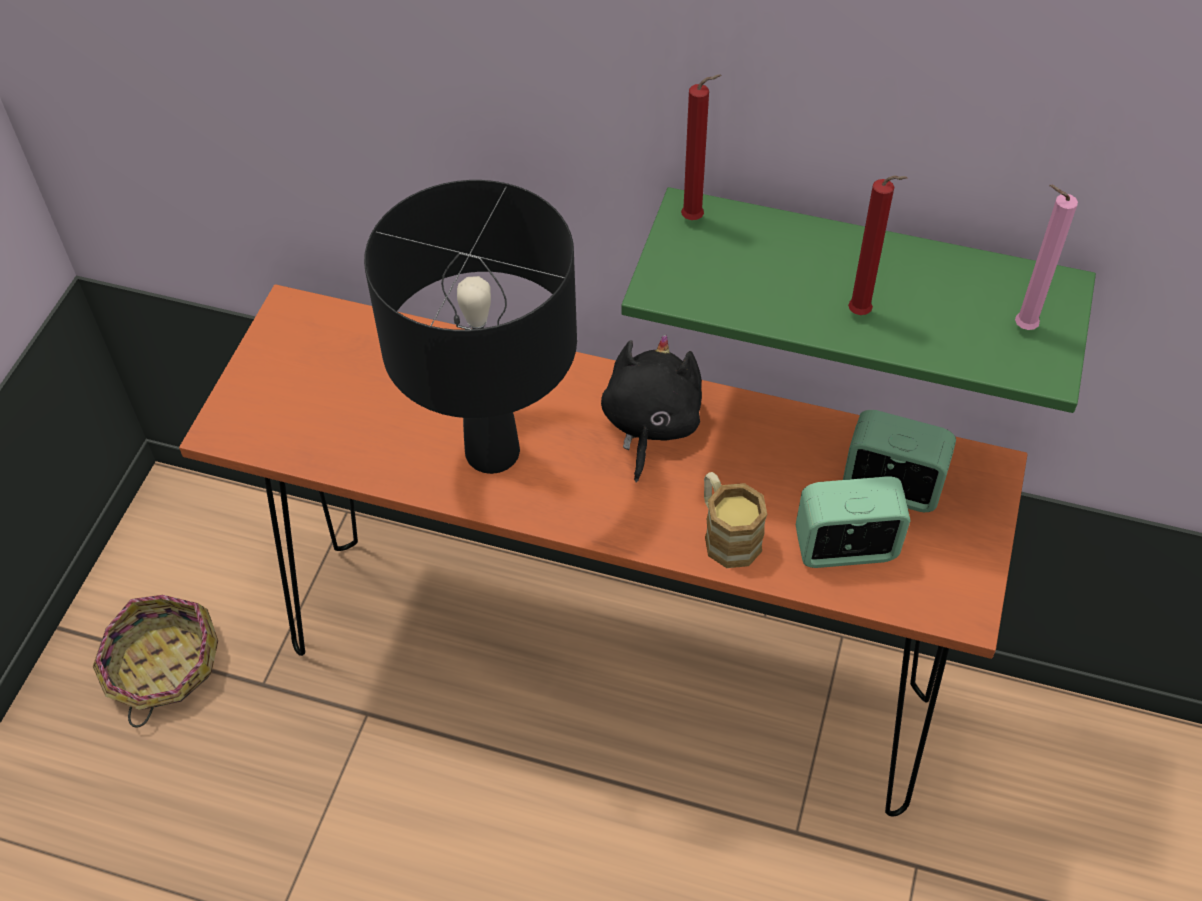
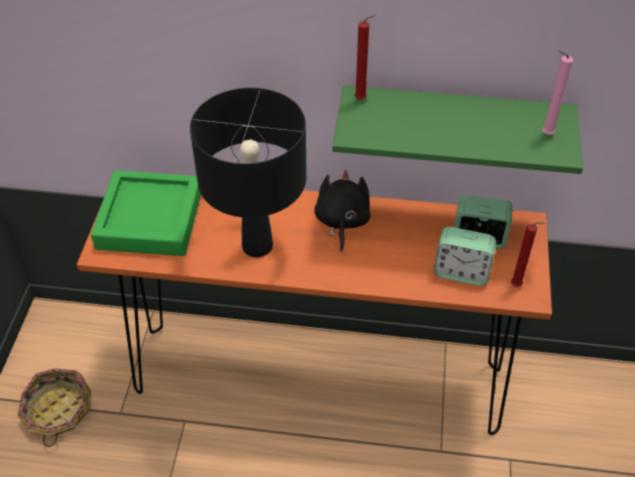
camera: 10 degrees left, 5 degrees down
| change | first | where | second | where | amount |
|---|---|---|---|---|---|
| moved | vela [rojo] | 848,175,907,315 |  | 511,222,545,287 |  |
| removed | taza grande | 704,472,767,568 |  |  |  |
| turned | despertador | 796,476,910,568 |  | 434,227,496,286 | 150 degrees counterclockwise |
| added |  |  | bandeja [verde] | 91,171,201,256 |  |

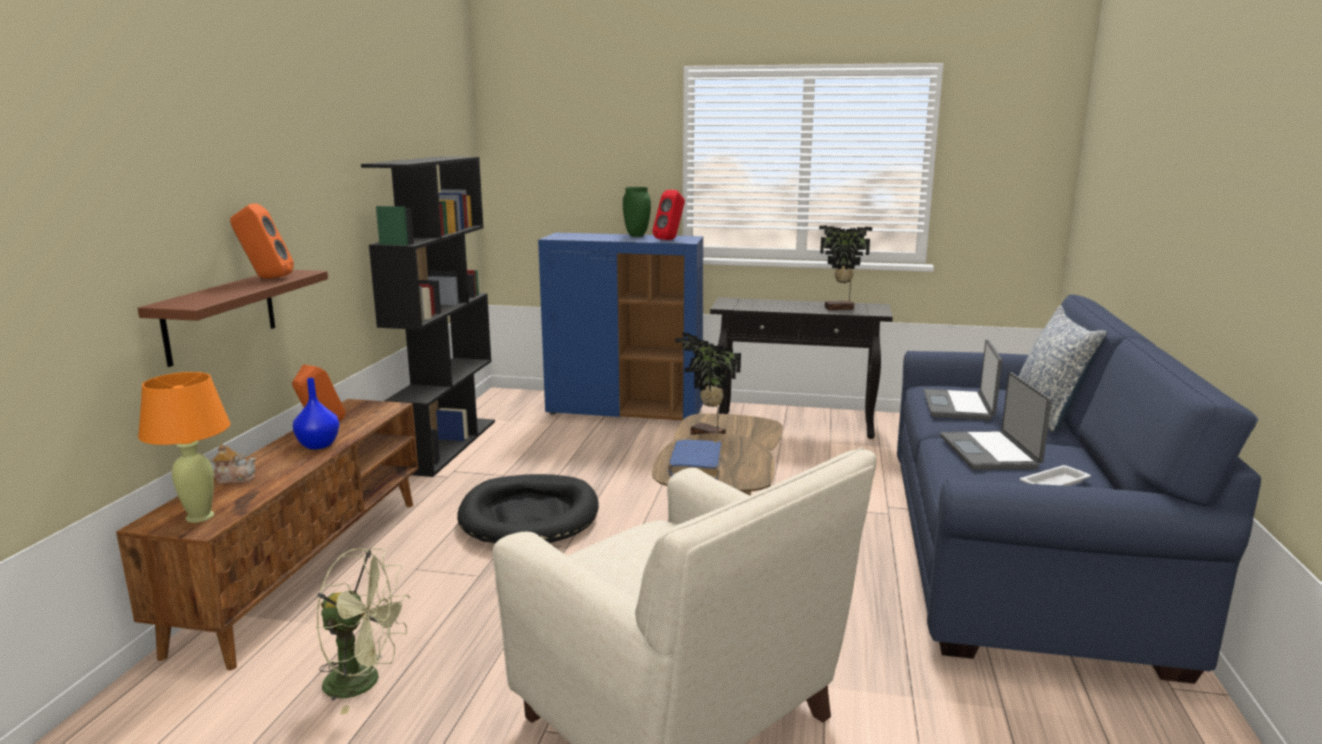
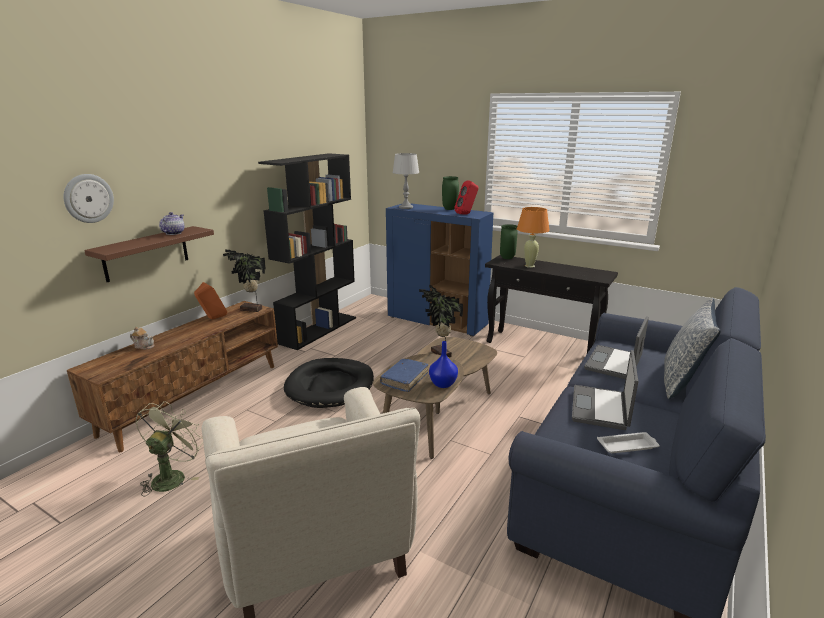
camera: 20 degrees right, 5 degrees up
| change | first | where | second | where | amount |
|---|---|---|---|---|---|
| replaced | altavoz [naranja] | 230,203,294,279 | tetera | 159,212,184,235 |  |
| moved | planta en maceta | 819,226,872,310 |  | 223,250,266,312 |  |
| moved | lámpara de mesa [naranja] | 138,372,230,523 |  | 517,207,550,268 |  |
| moved | florero [azul] | 293,378,339,449 |  | 429,341,458,388 |  |
| turned | ventilador [verde] | 316,548,410,715 |  | 135,401,203,496 | 105 degrees counterclockwise |
| added |  |  | lámpara de mesa [gris] | 393,153,419,209 |  |
| added |  |  | reloj de pared | 63,174,114,223 |  |
| added |  |  | florero [verde] | 500,224,518,259 |  |

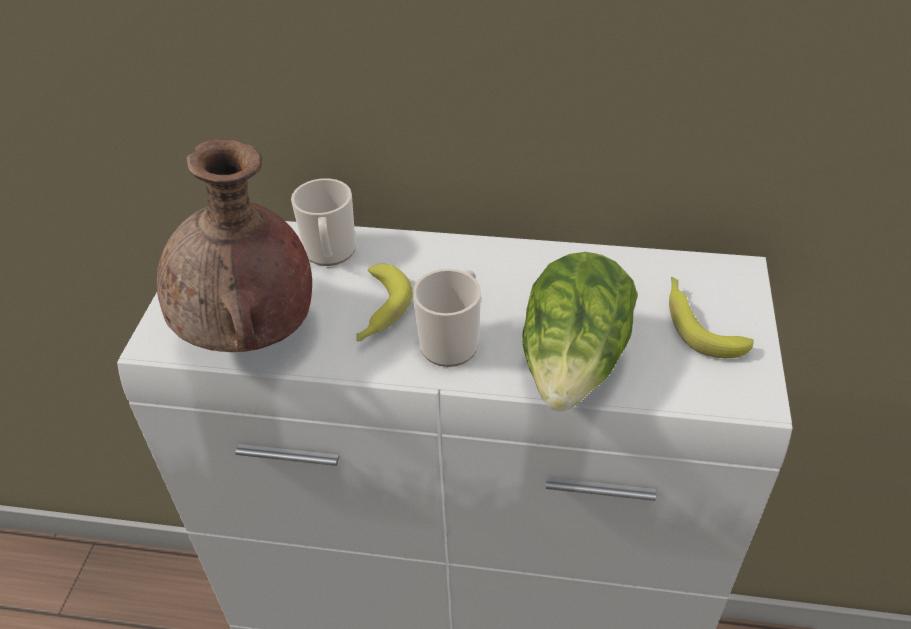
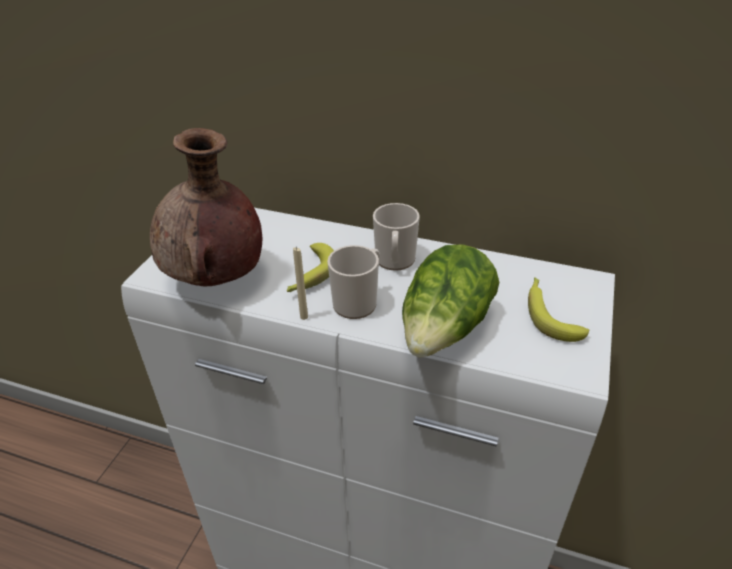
camera: 10 degrees right, 5 degrees down
| change | first | where | second | where | amount |
|---|---|---|---|---|---|
| moved | taza grande | 291,178,356,266 |  | 373,203,420,271 |  |
| added |  |  | vela [beis] | 293,247,308,320 |  |

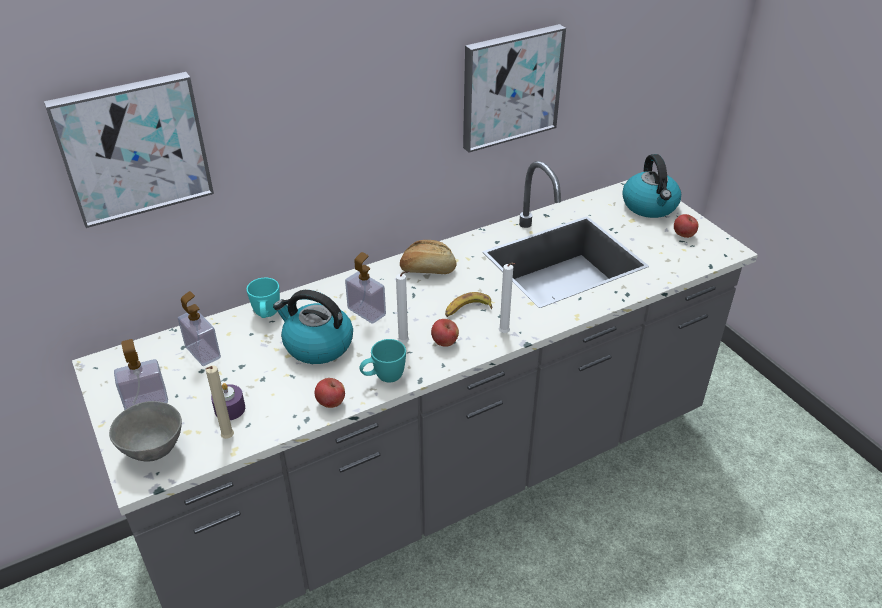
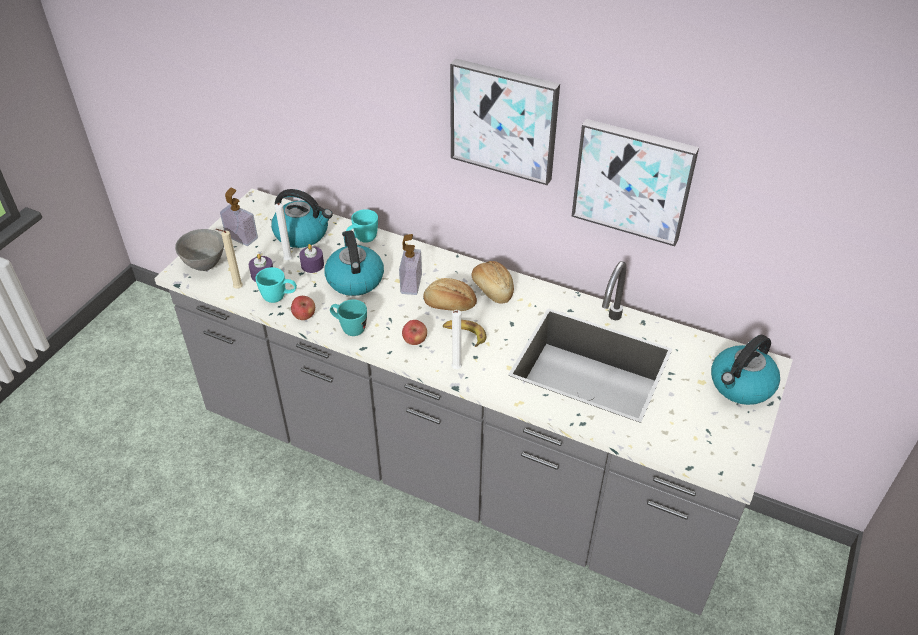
camera: 55 degrees right, 5 degrees up
| change | first | where | second | where | amount |
|---|---|---|---|---|---|
| moved | cuadro | 44,72,214,228 |  | 450,58,560,185 |  |
| removed | manzana | 674,214,698,238 |  |  |  |
| moved | vela [blanco] | 396,271,410,343 |  | 275,203,293,260 |  |
| replaced | dispensador de jabón | 178,291,221,366 | hervidor | 271,189,333,248 |  |
| added |  |  | vela [morado] | 299,244,324,273 |  |
| added |  |  | taza grande [turquesa] | 256,267,297,303 |  |
| added |  |  | pan | 423,278,477,311 |  |

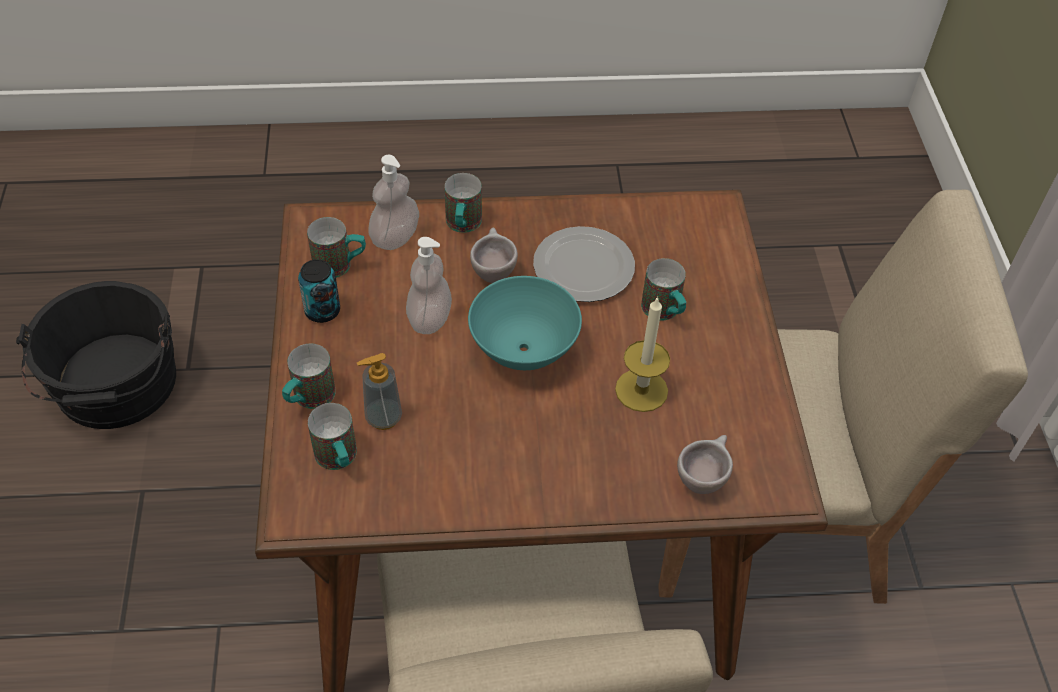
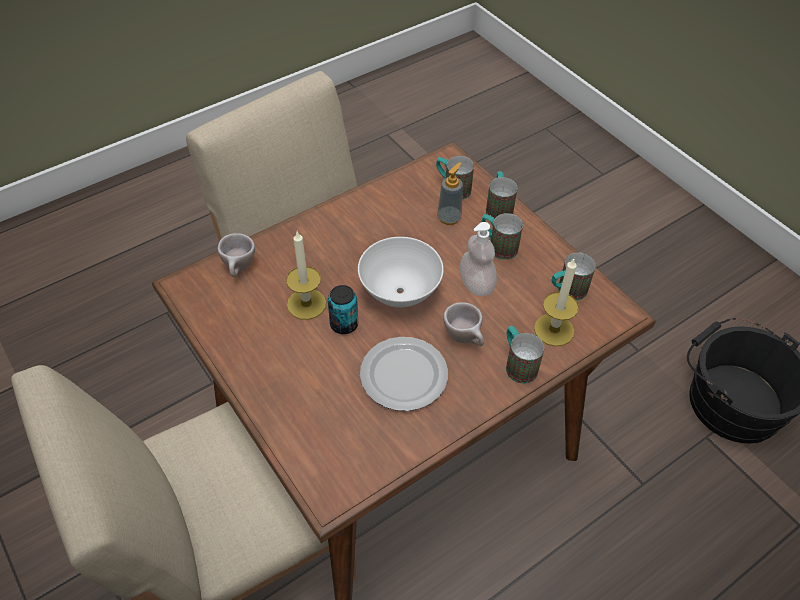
camera: 150 degrees right, 0 degrees up
| change | first | where | second | where | amount |
|---|---|---|---|---|---|
| replaced | dispensador de jabón | 368,155,419,250 | vela | 534,259,579,346 |  |
| moved | taza grande | 641,258,687,321 |  | 481,213,523,260 |  |
| moved | lata | 298,259,340,323 |  | 328,285,358,334 |  |
| recoloured | cuenco [turquesa] | 468,276,582,370 | cuenco [blanco] | 358,237,444,307 |  |

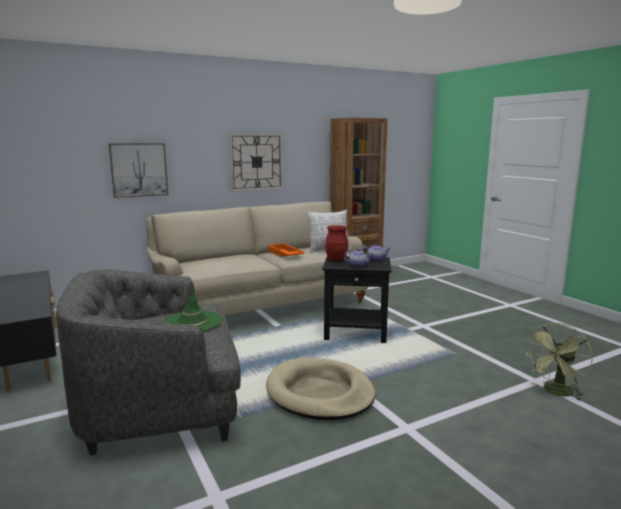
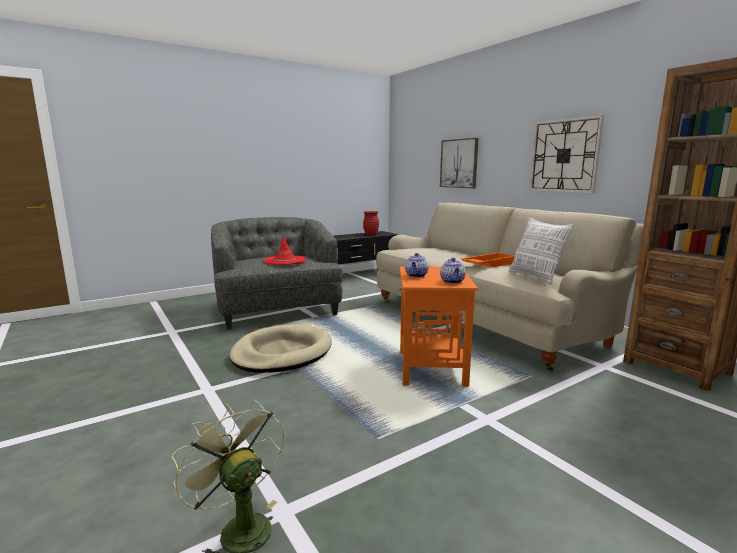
camera: 85 degrees right, 0 degrees up
| change | first | where | second | where | amount |
|---|---|---|---|---|---|
| moved | florero [rojo] | 325,225,348,262 |  | 363,211,379,236 |  |
| recoloured | mesa auxiliar [negro] | 322,256,392,343 | mesa auxiliar [naranja] | 399,267,478,387 |  |
| recoloured | sombrero [verde] | 162,289,222,332 | sombrero [rojo] | 263,235,306,265 |  |

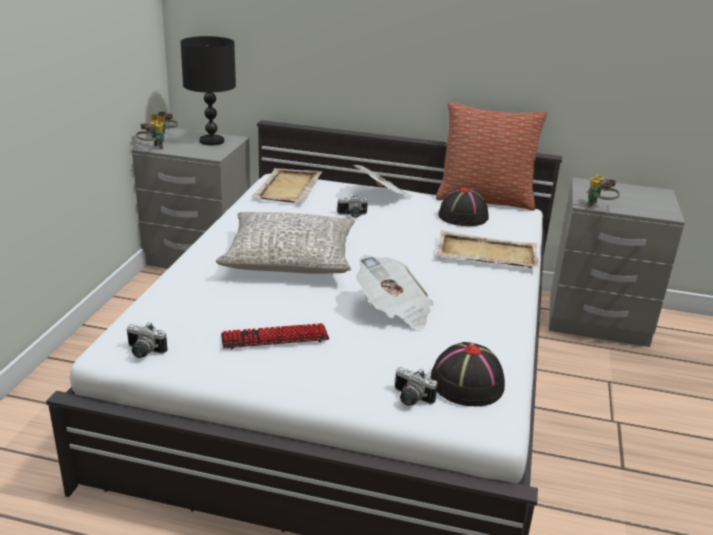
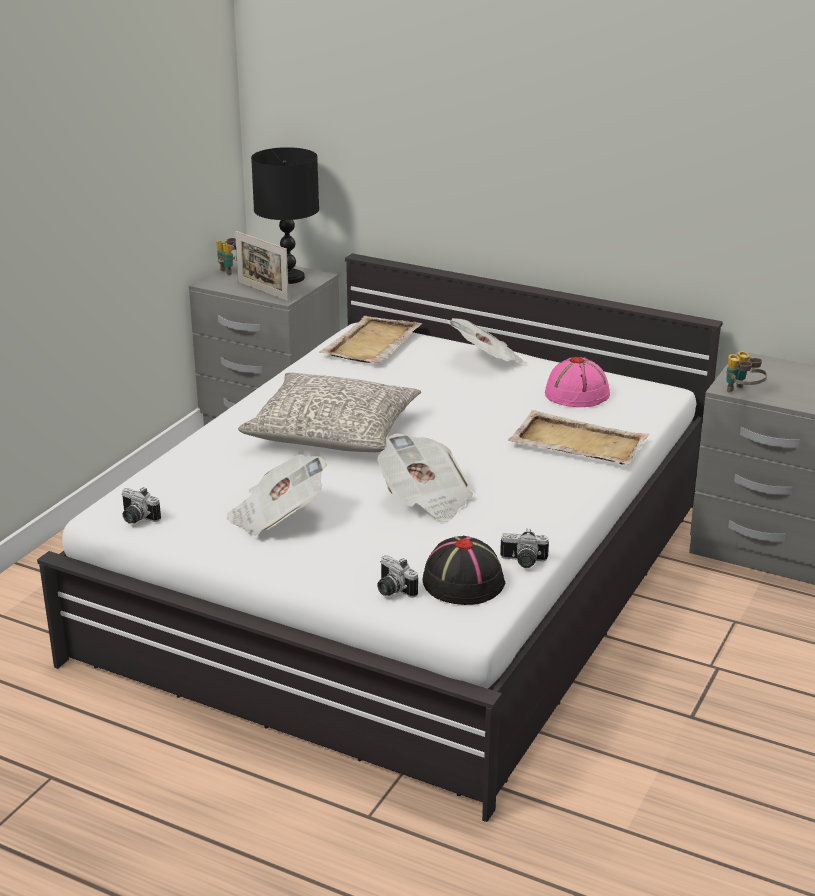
camera: 15 degrees right, 0 degrees up
| change | first | where | second | where | amount |
|---|---|---|---|---|---|
| removed | cojín | 436,102,547,211 |  |  |  |
| removed | prismáticos | 136,120,165,149 |  |  |  |
| recoloured | sombrero [negro] | 438,188,489,226 | sombrero [rosa] | 545,357,610,407 |  |
| moved | cámara | 337,194,368,218 |  | 500,528,549,568 |  |
| replaced | teclado | 221,323,329,349 | periódico | 227,454,327,536 |  |
| added |  |  | portarretratos | 235,231,289,301 |  |

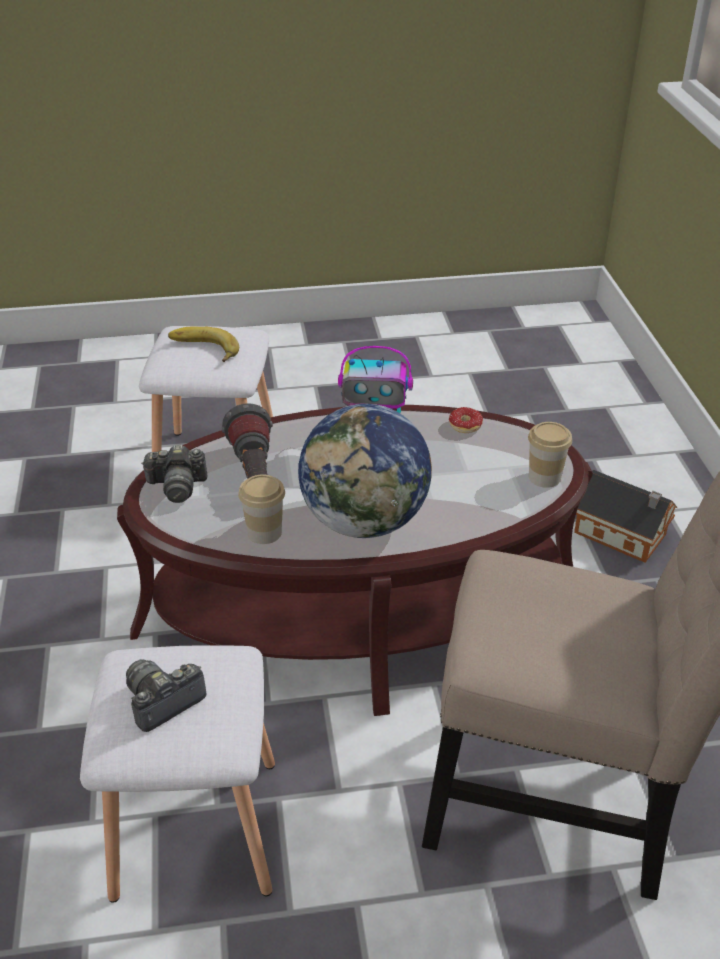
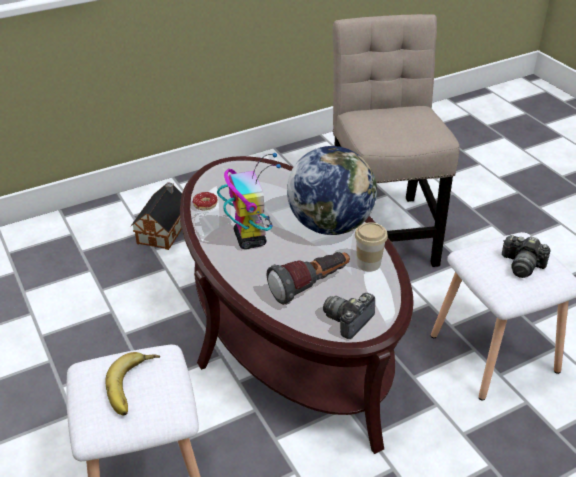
camera: 110 degrees left, 0 degrees up
| change | first | where | second | where | amount |
|---|---|---|---|---|---|
| removed | taza | 528,422,572,488 |  |  |  |
| turned | cámara | 141,445,207,503 |  | 323,293,375,339 | 120 degrees counterclockwise |

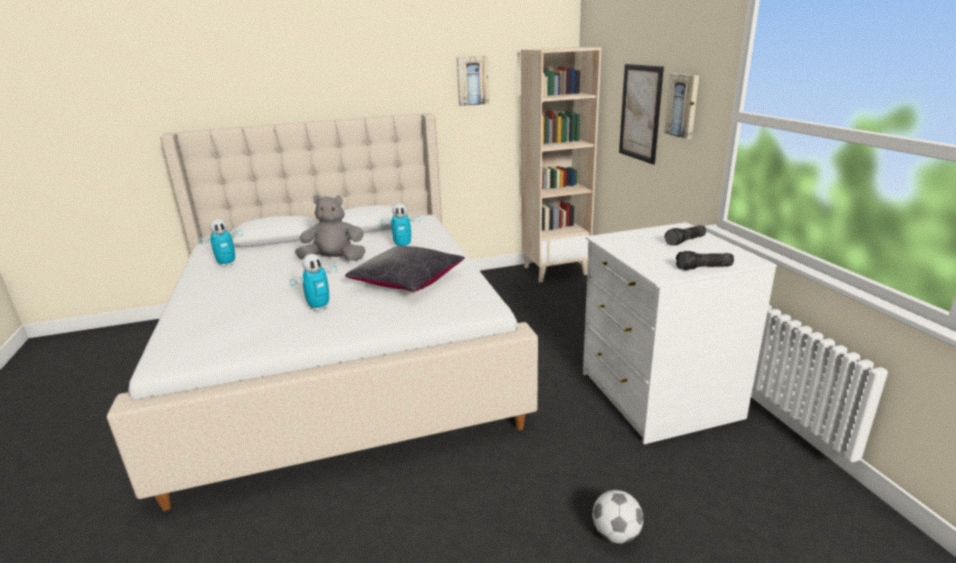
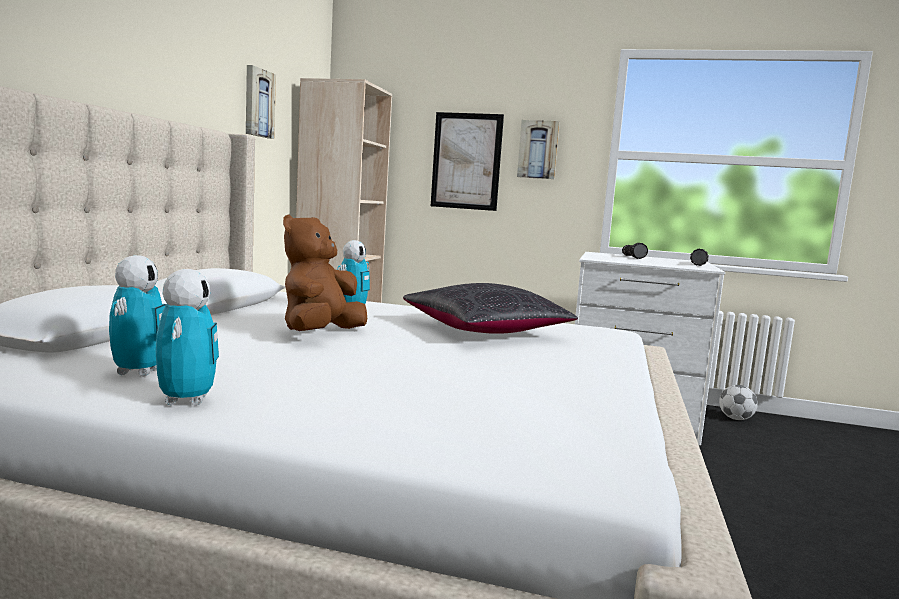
camera: 60 degrees left, 15 degrees down
| change | first | where | second | where | amount |
|---|---|---|---|---|---|
| recoloured | peluche [gris] | 295,195,366,261 | peluche [marrón] | 283,214,367,331 |  |
| moved | robot de juguete | 290,254,337,311 |  | 156,269,219,405 |  |
| moved | balón de fútbol | 592,490,643,544 |  | 719,385,758,420 |  |

